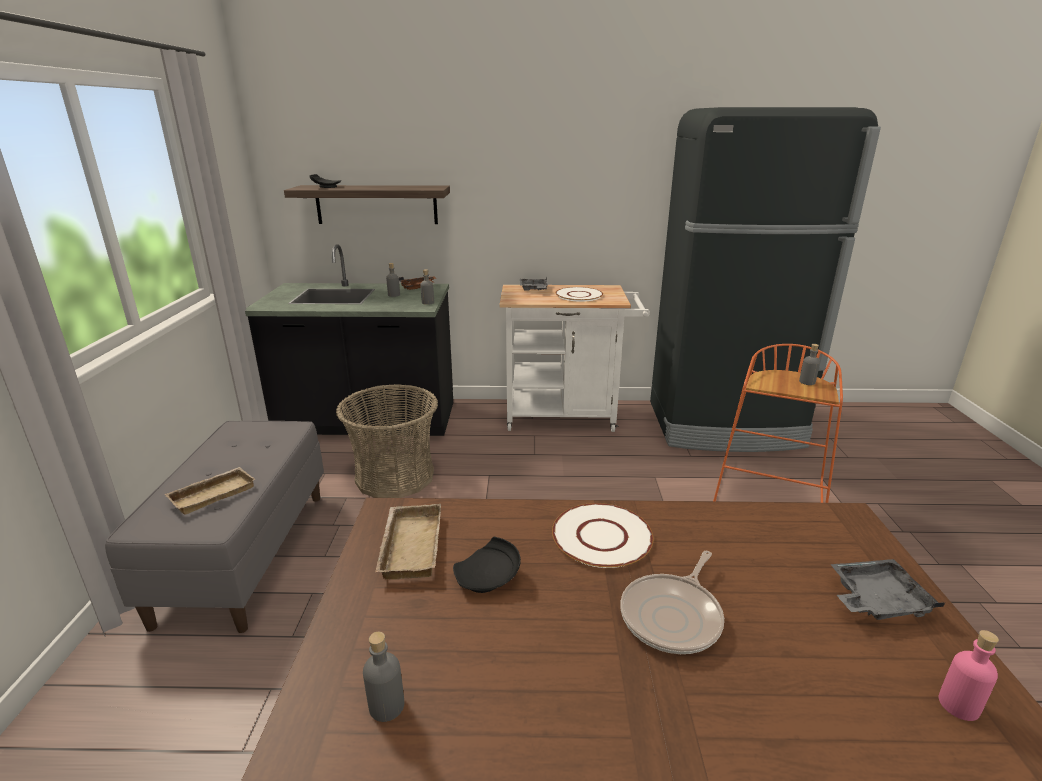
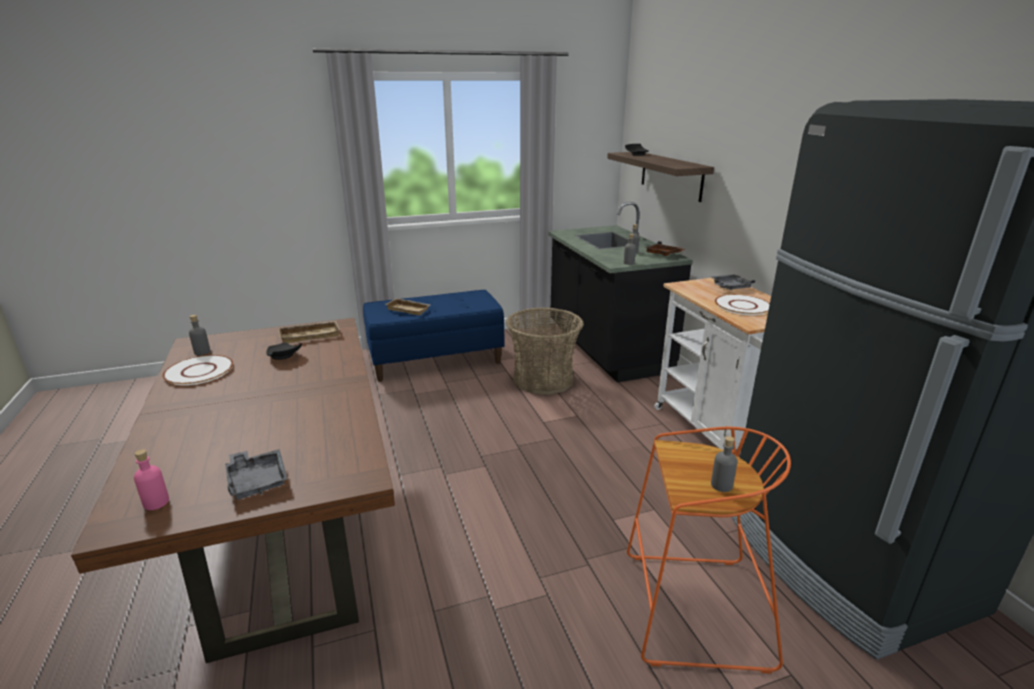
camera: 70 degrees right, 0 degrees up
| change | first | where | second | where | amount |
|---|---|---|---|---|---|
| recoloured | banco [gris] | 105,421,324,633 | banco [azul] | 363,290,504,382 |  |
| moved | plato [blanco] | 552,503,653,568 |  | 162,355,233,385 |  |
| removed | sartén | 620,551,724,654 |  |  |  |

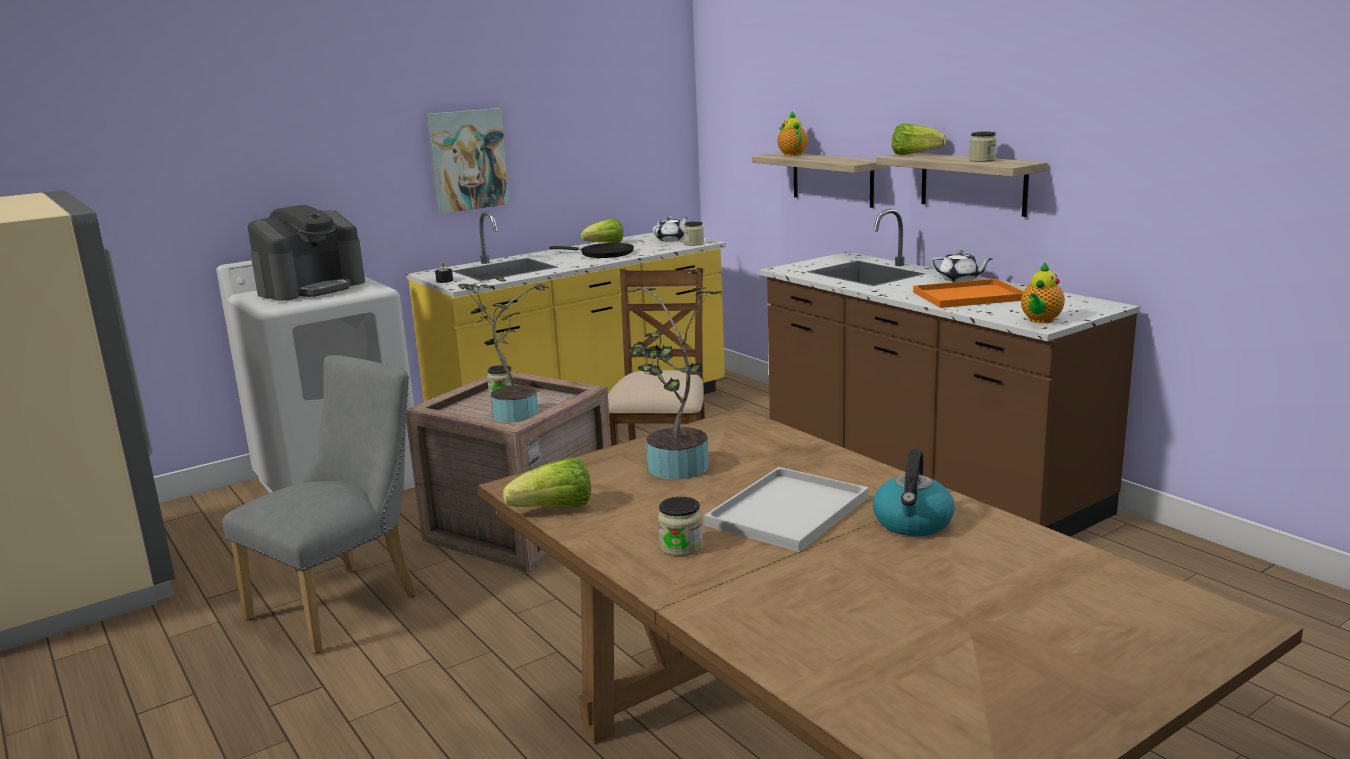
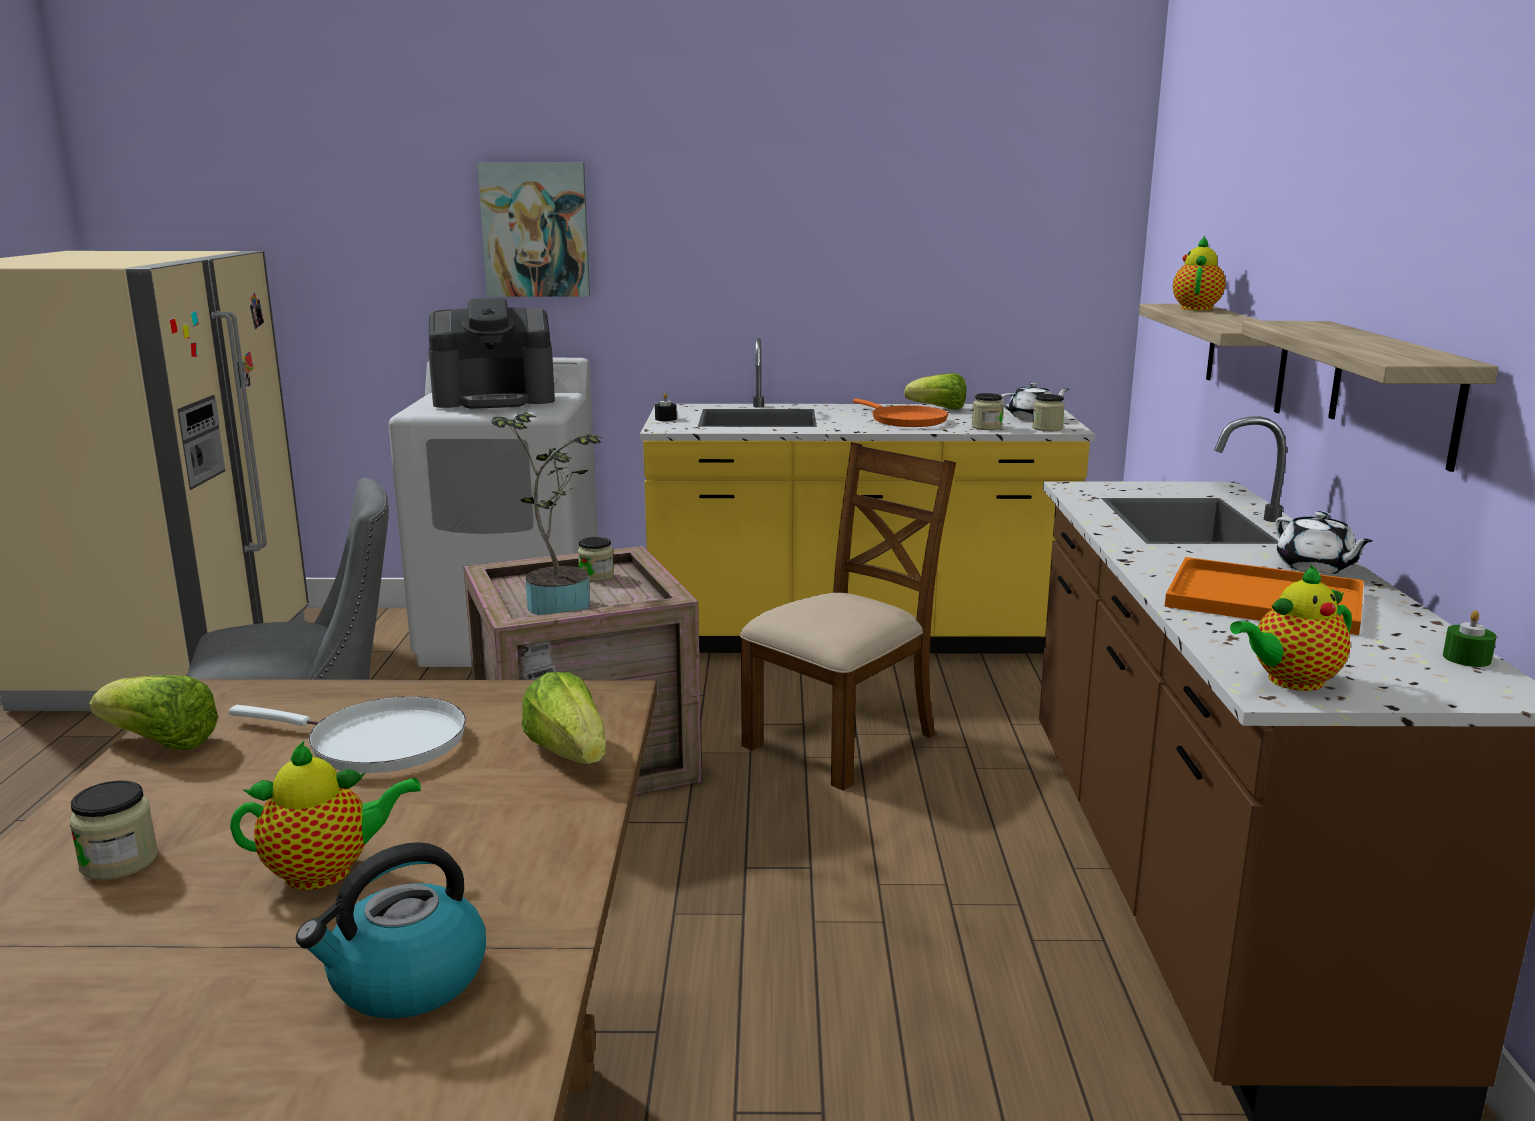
camera: 35 degrees right, 0 degrees up
| change | first | where | second | where | amount |
|---|---|---|---|---|---|
| moved | cuadro | 426,108,510,214 |  | 477,162,590,297 |  |
| moved | lechuga | 892,123,946,155 |  | 522,672,606,764 |  |
| moved | tarro | 969,132,997,162 |  | 971,393,1004,430 |  |
| recoloured | sartén [negro] | 549,243,634,258 | sartén [naranja] | 853,399,948,427 |  |
| replaced | planta en maceta | 628,270,721,480 | sartén [blanco] | 229,696,466,773 |  |
| replaced | bandeja [blanco] | 704,467,869,552 | tetera | 230,740,421,890 |  |
| added |  |  | vela [verde] | 1443,610,1497,667 |  |

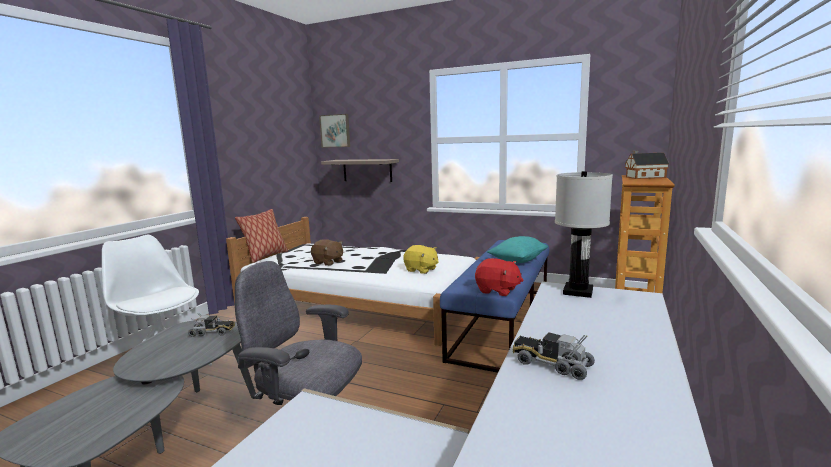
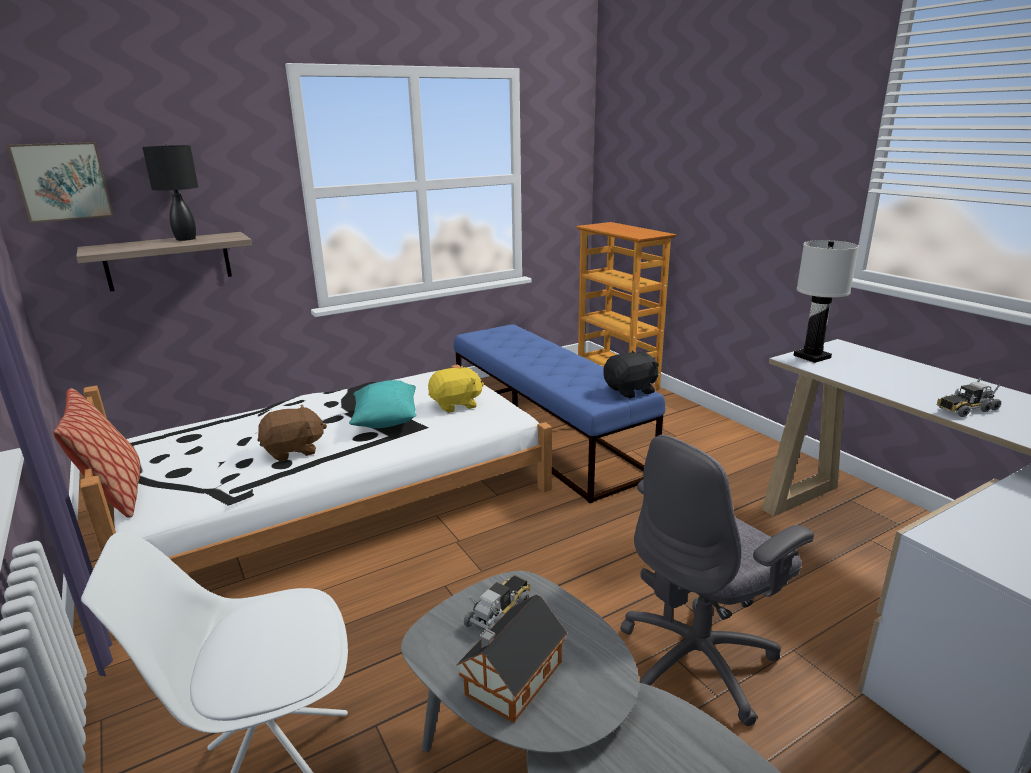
camera: 55 degrees left, 10 degrees up
| change | first | where | second | where | amount |
|---|---|---|---|---|---|
| moved | casita | 625,151,669,179 |  | 456,595,567,723 |  |
| moved | cojín [turquesa] | 487,236,548,263 |  | 349,380,416,428 |  |
| recoloured | peluche [rojo] | 475,258,523,296 | peluche [negro] | 604,350,659,398 |  |
| added |  |  | lámpara de mesa [negro] | 142,145,198,241 |  |

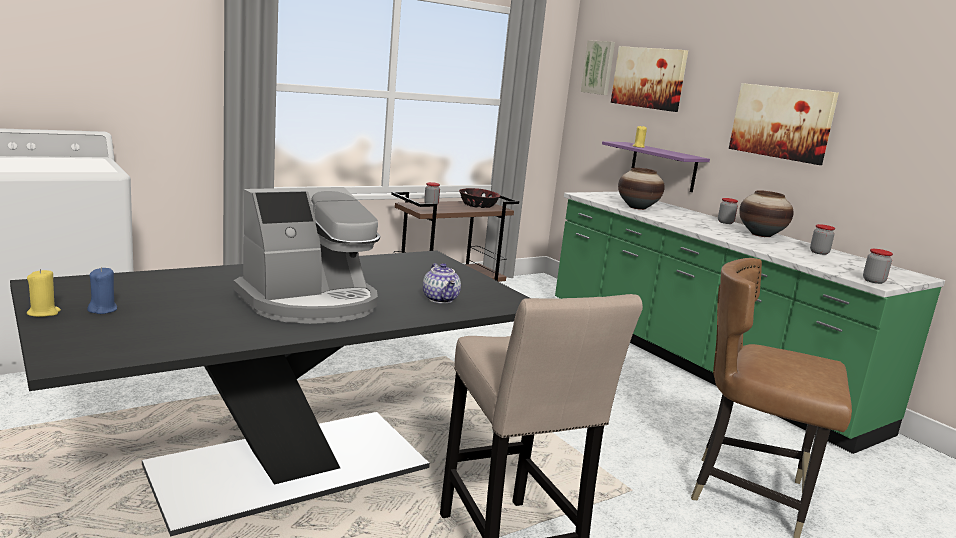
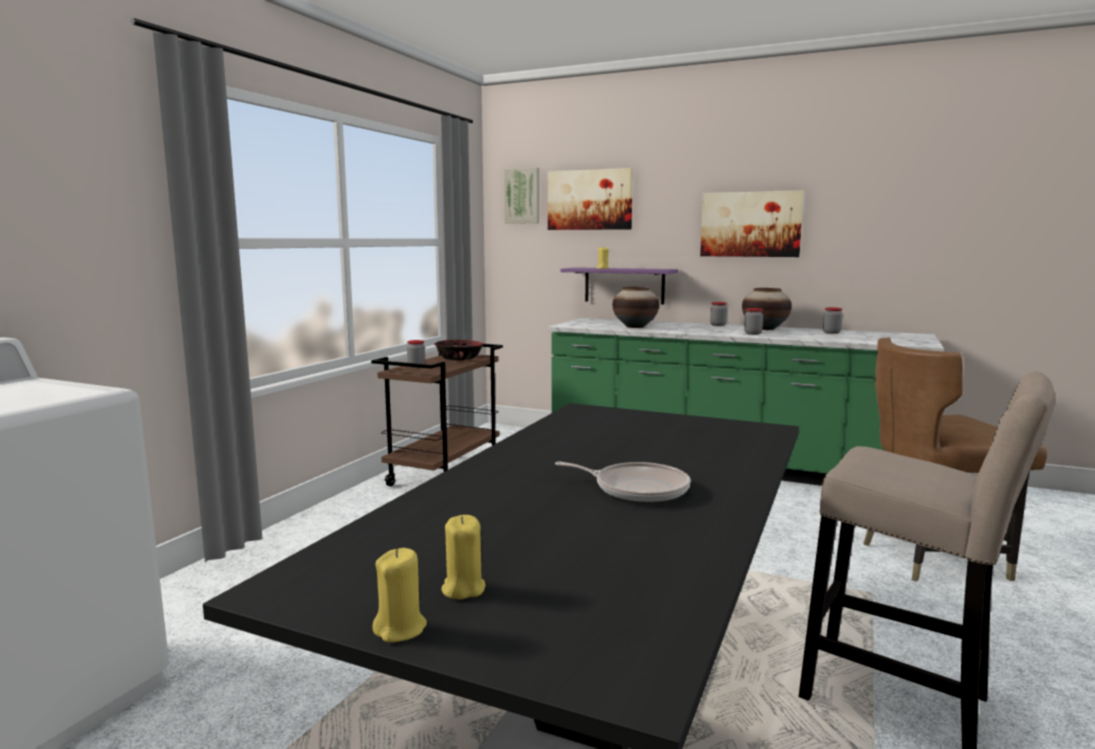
camera: 30 degrees left, 5 degrees down
| change | first | where | second | where | amount |
|---|---|---|---|---|---|
| replaced | cafetera | 234,187,381,324 | sartén | 555,462,691,503 |  |
| moved | tarro | 863,249,893,284 |  | 744,308,763,335 |  |
| removed | tetera | 423,263,461,303 |  |  |  |
| recoloured | vela [azul] | 87,267,117,314 | vela [amarillo] | 441,515,485,599 |  |

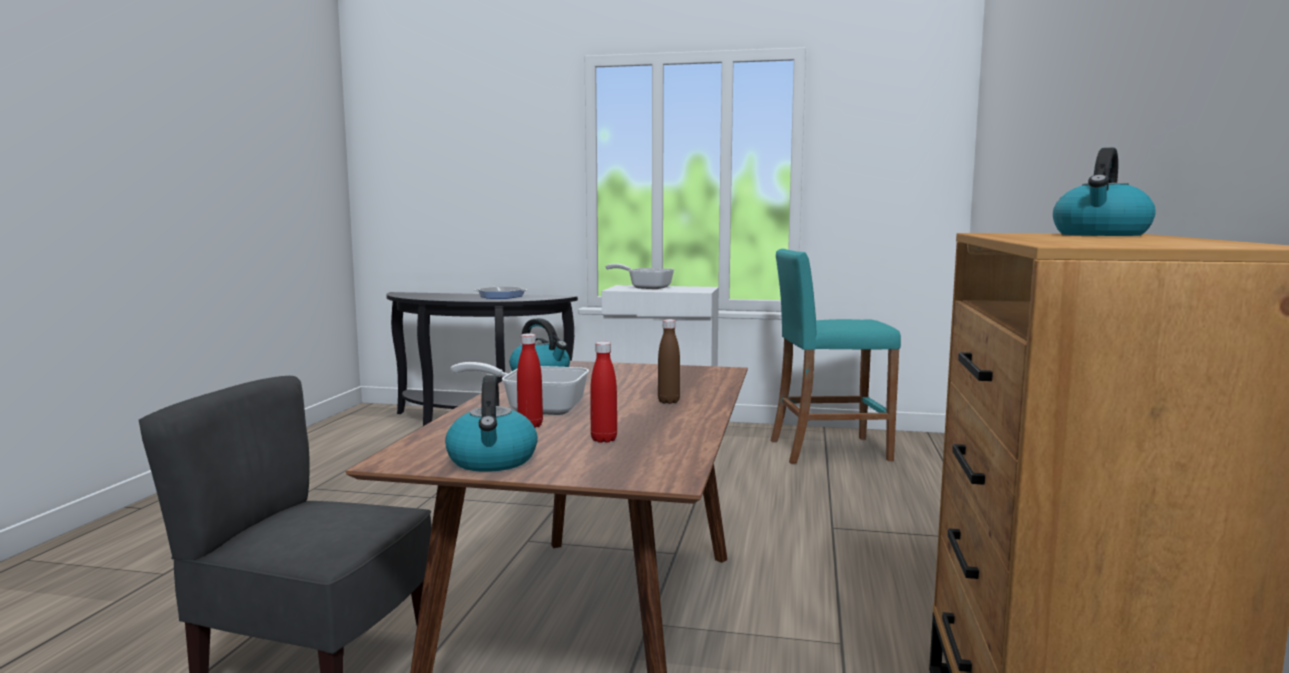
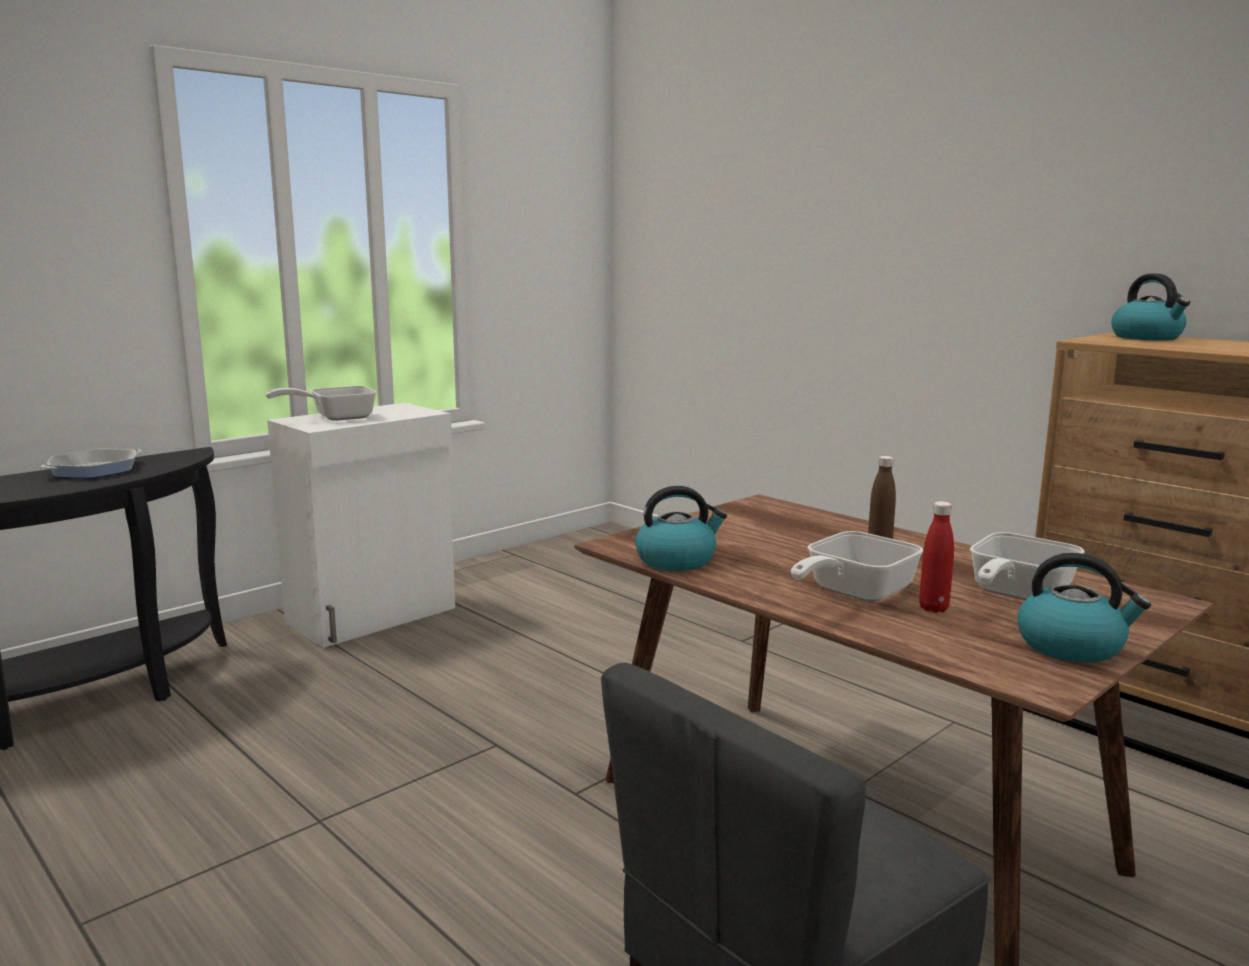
camera: 55 degrees left, 5 degrees up
| change | first | where | second | where | amount |
|---|---|---|---|---|---|
| removed | taburete [turquesa] | 770,249,901,463 |  |  |  |
| replaced | botella [rojo] | 590,342,617,443 | sartén | 970,532,1085,600 |  |

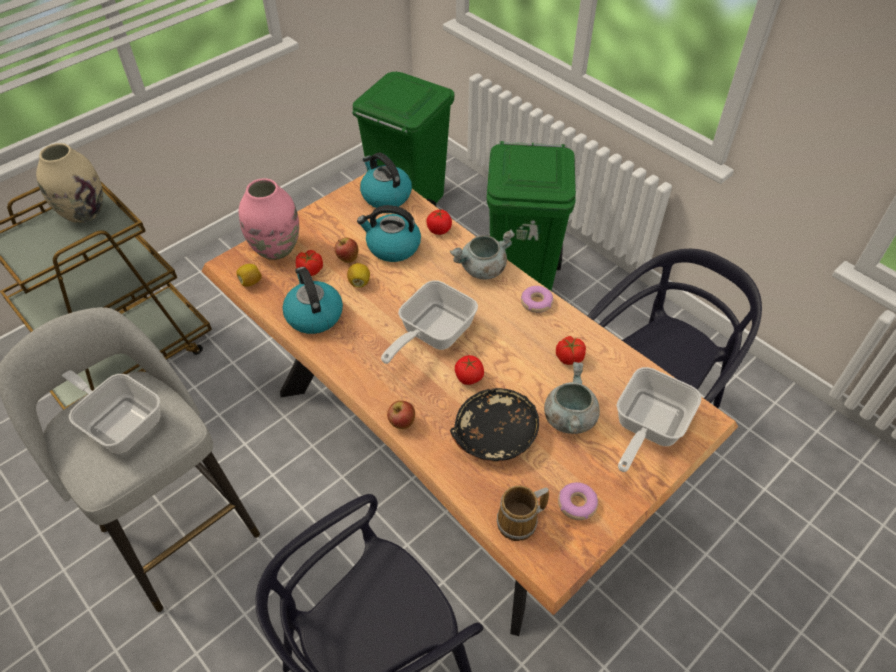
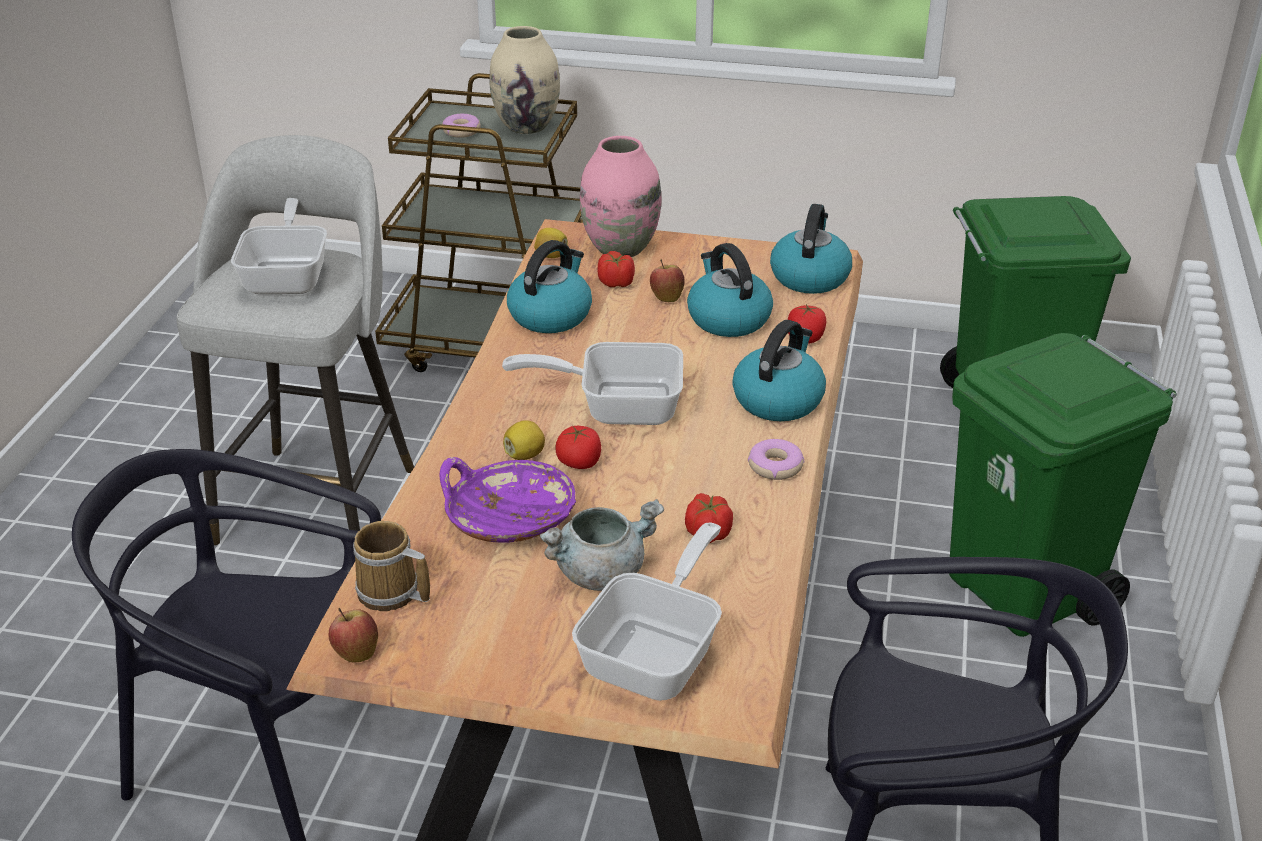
camera: 55 degrees right, 15 degrees down
| change | first | where | second | where | amount |
|---|---|---|---|---|---|
| replaced | olla [gris] | 450,229,515,280 | hervidor | 732,320,826,421 |  |
| moved | limón | 347,263,370,287 |  | 503,420,545,460 |  |
| turned | sartén | 617,367,702,472 |  | 572,523,722,701 | 120 degrees clockwise |
| recoloured | cuenco [negro] | 450,388,539,461 | cuenco [morado] | 440,457,576,543 |  |
| moved | manzana | 387,401,415,429 |  | 329,608,378,663 |  |
| moved | rosquilla | 558,482,598,520 |  | 442,114,481,138 |  |

